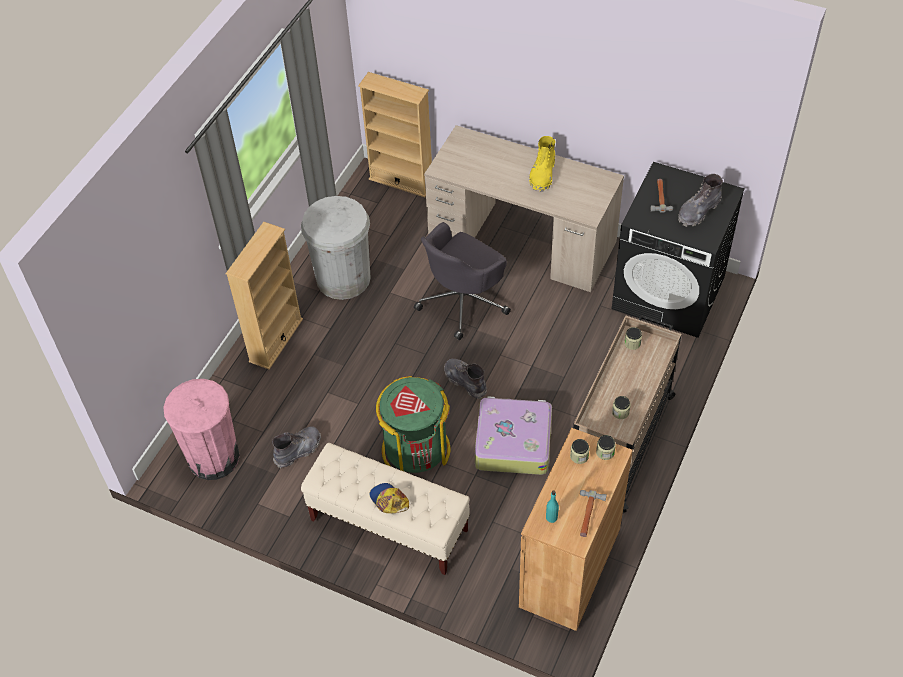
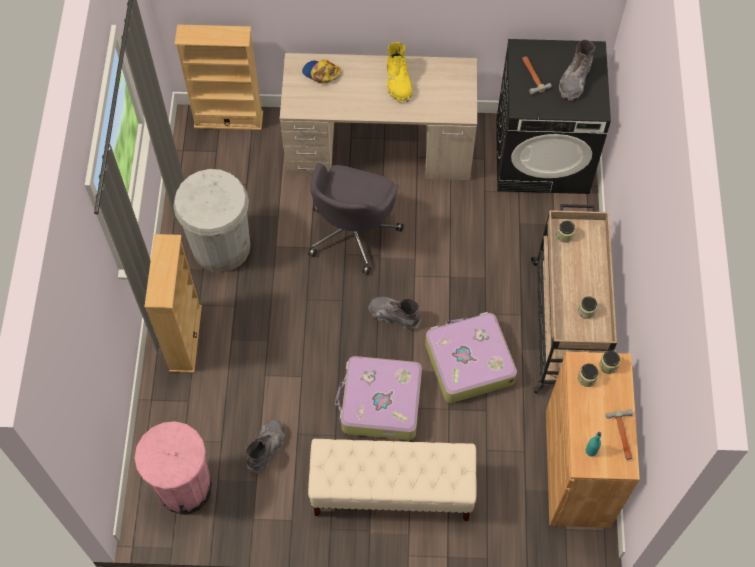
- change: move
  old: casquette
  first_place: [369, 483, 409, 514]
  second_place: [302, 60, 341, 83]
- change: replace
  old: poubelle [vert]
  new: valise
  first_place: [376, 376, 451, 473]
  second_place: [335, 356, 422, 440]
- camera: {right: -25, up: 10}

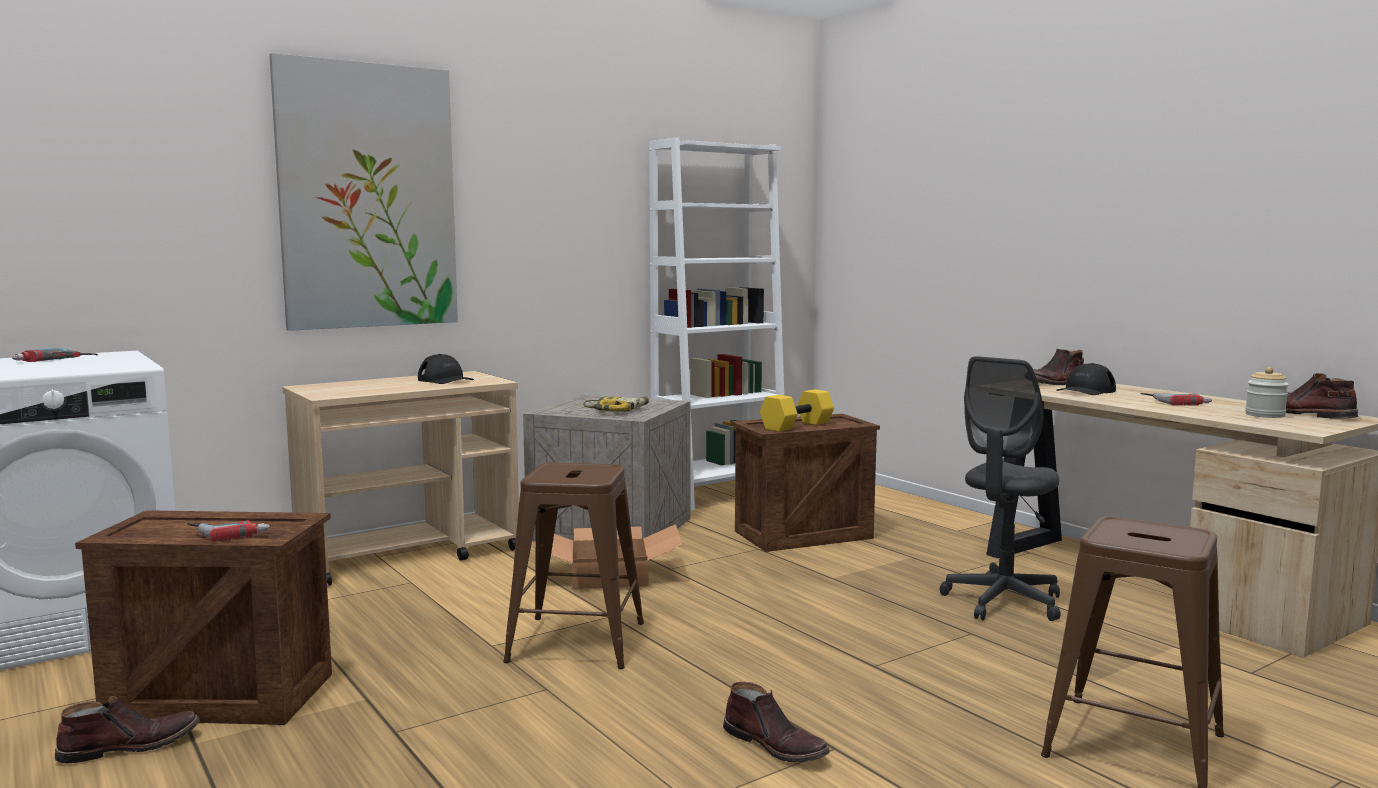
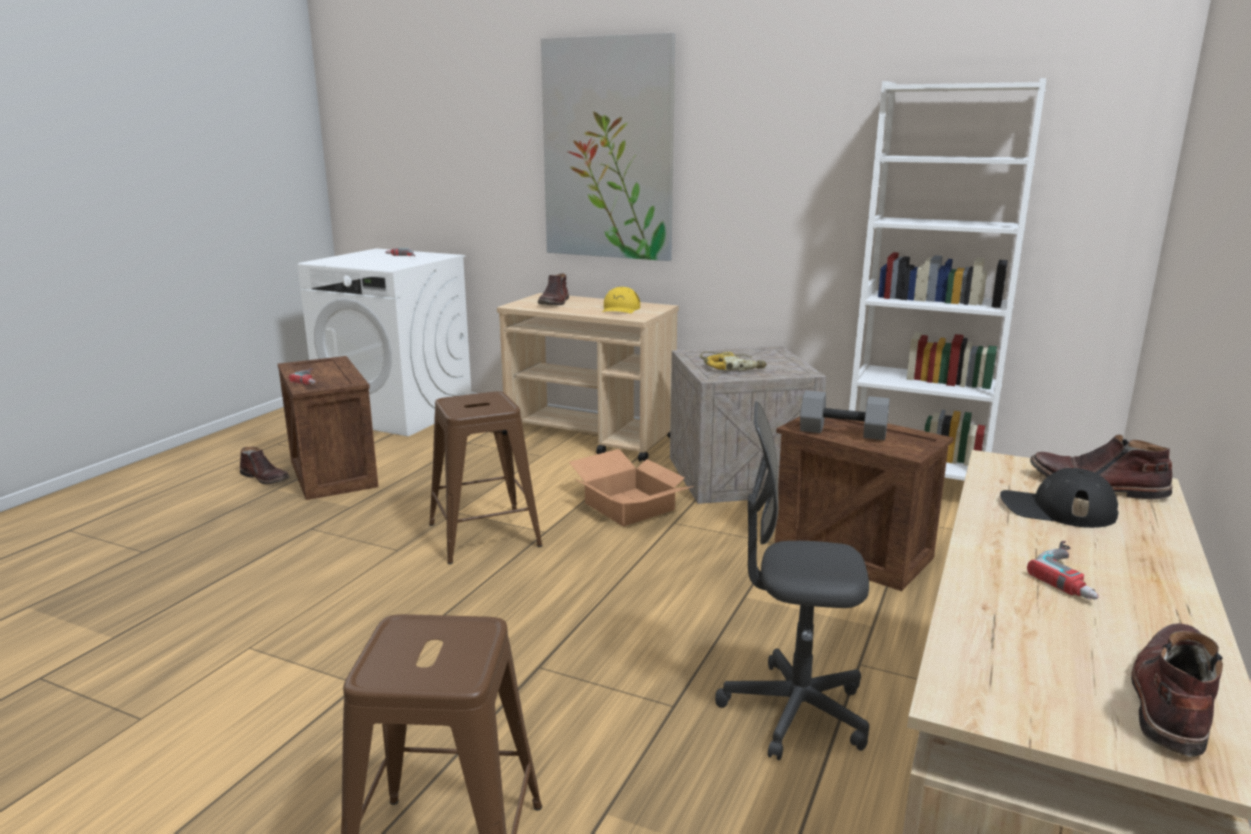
- change: delete
  old: bocal
  first_place: [1245, 367, 1289, 418]
- change: move
  old: botte [marron]
  first_place: [723, 682, 830, 762]
  second_place: [538, 273, 569, 305]
- change: recolor
  old: casquette [noir]
  new: casquette [jaune]
  first_place: [418, 354, 474, 384]
  second_place: [602, 287, 640, 313]
- change: recolor
  old: haltère [jaune]
  new: haltère [gris]
  first_place: [760, 389, 834, 432]
  second_place: [800, 390, 890, 440]
- camera: {right: 60, up: 10}

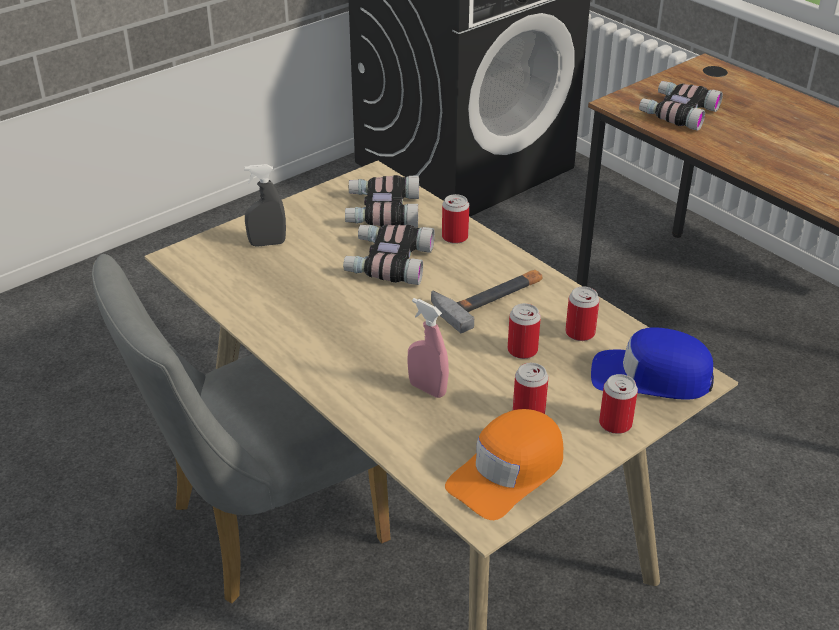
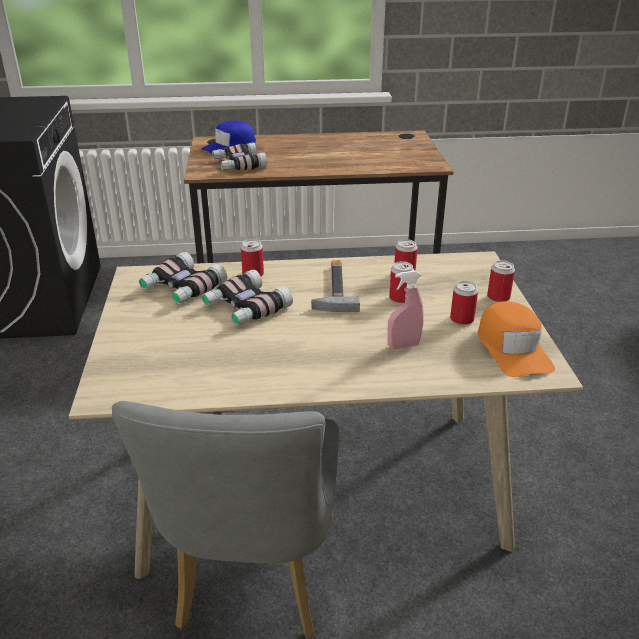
- change: delete
  old: vaporisateur [gris]
  first_place: [244, 164, 286, 247]
- change: move
  old: casquette [bleu]
  first_place: [591, 327, 714, 400]
  second_place: [201, 121, 256, 154]
- camera: {right: -55, up: -5}

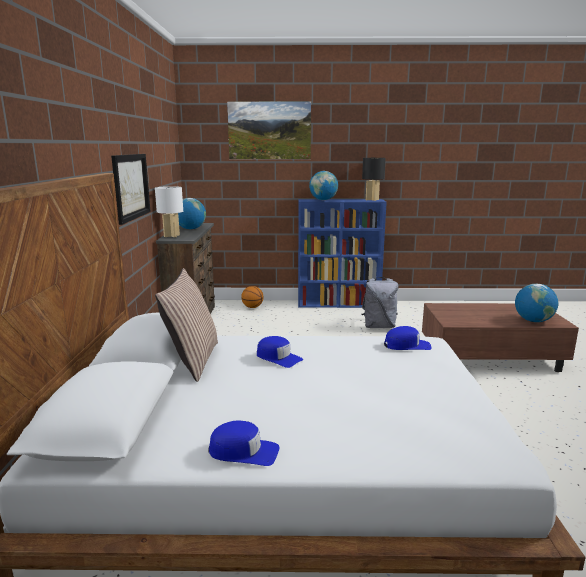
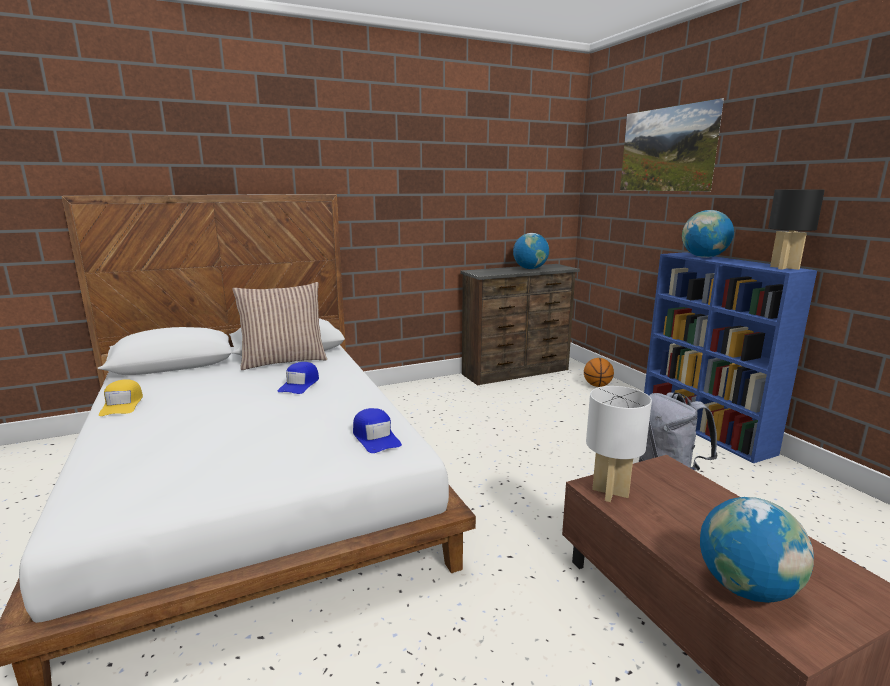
- change: delete
  old: tableau
  first_place: [111, 154, 151, 225]
- change: move
  old: lampe de table [blanc]
  first_place: [155, 186, 183, 237]
  second_place: [586, 386, 652, 502]
- change: recolor
  old: casquette [bleu]
  new: casquette [jaune]
  first_place: [208, 420, 280, 466]
  second_place: [99, 379, 143, 416]
- camera: {right: 65, up: 0}

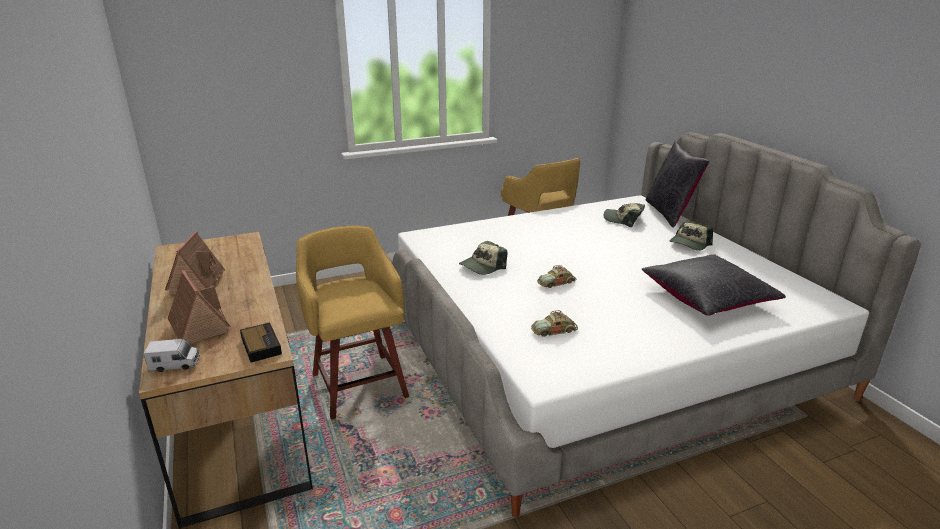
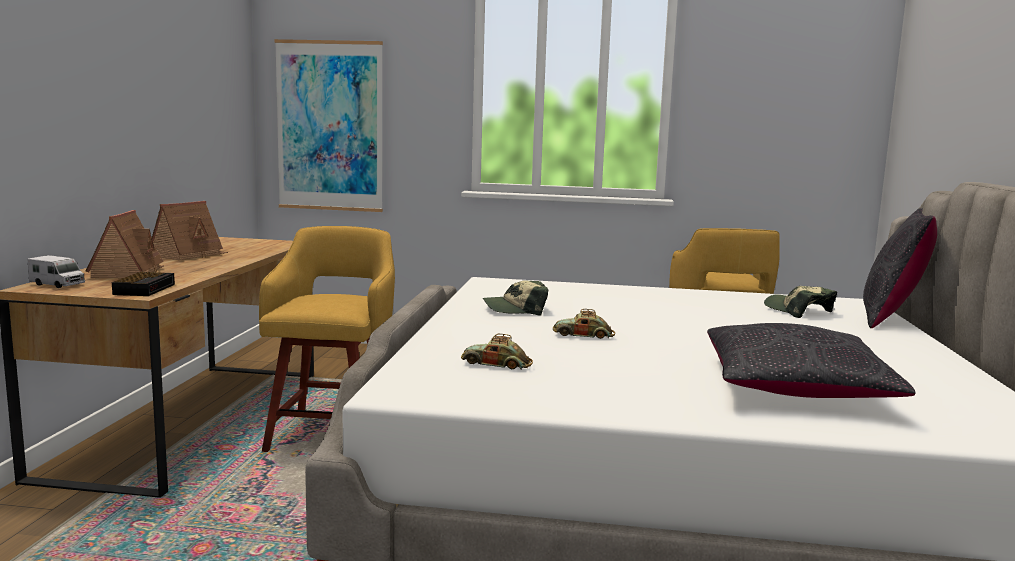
- change: delete
  old: casquette
  first_place: [670, 220, 713, 251]
- change: insert
  new: tableau
  second_place: [274, 39, 383, 212]
- camera: {right: 30, up: -15}

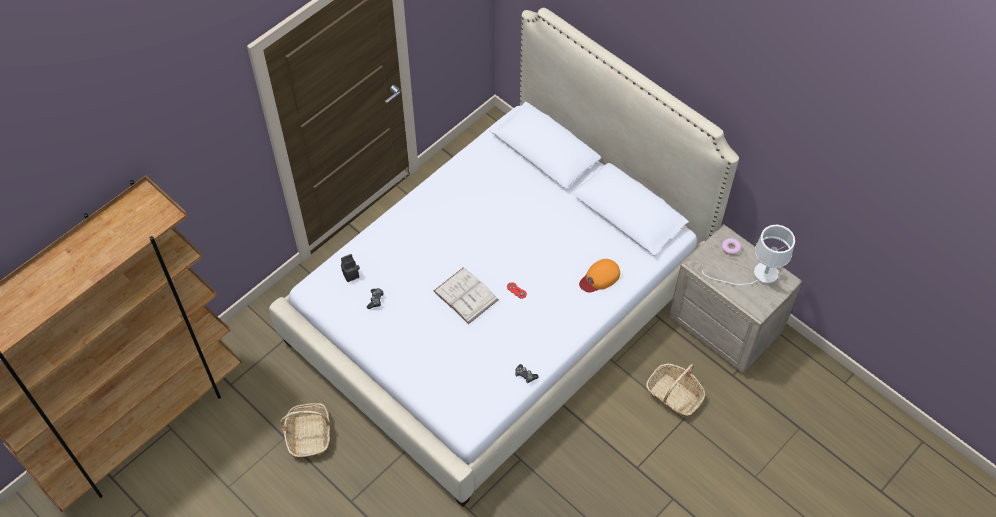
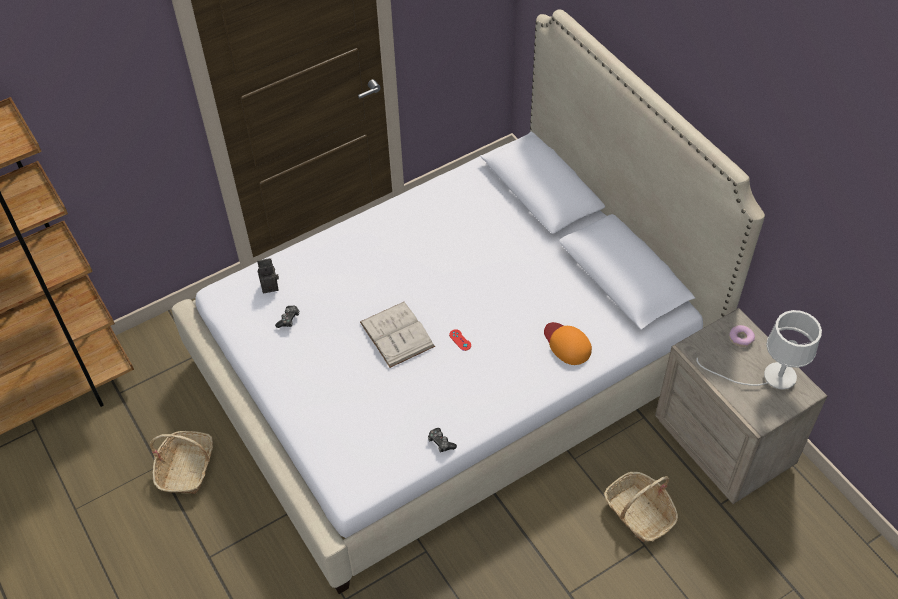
- change: rotate
  old: casquette [orange]
  first_place: [579, 259, 620, 292]
  second_place: [544, 322, 592, 365]
  degrees: 75
- camera: {right: 15, up: -5}

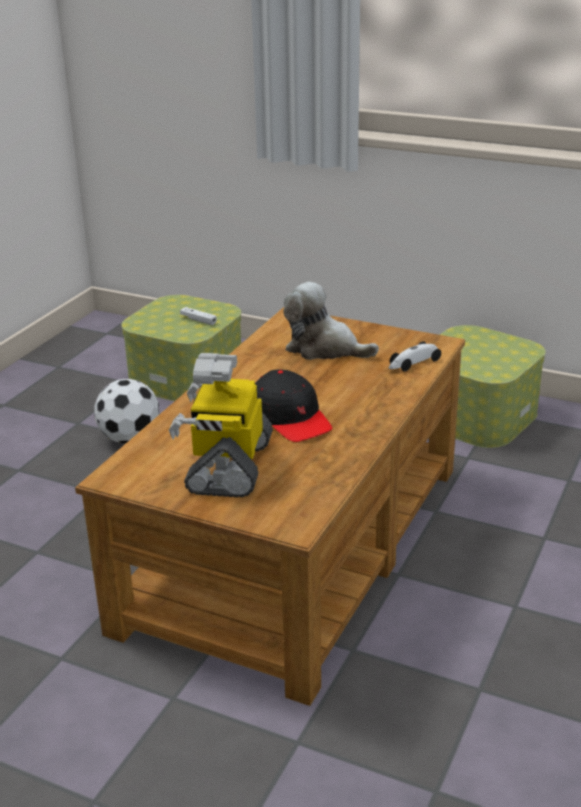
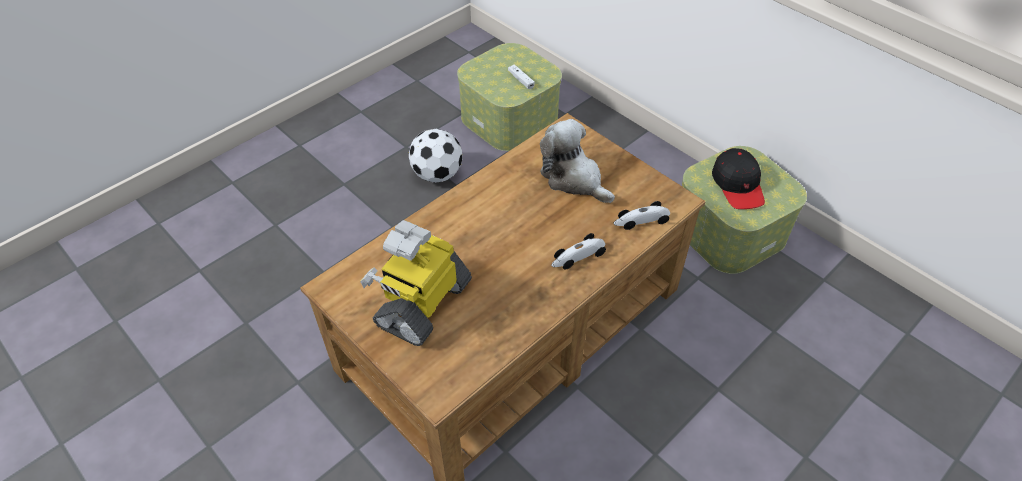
- change: insert
  new: petite voiture
  second_place: [551, 233, 606, 270]
- change: move
  old: casquette [noir]
  first_place: [255, 370, 332, 442]
  second_place: [712, 148, 765, 209]
- camera: {right: 20, up: 20}

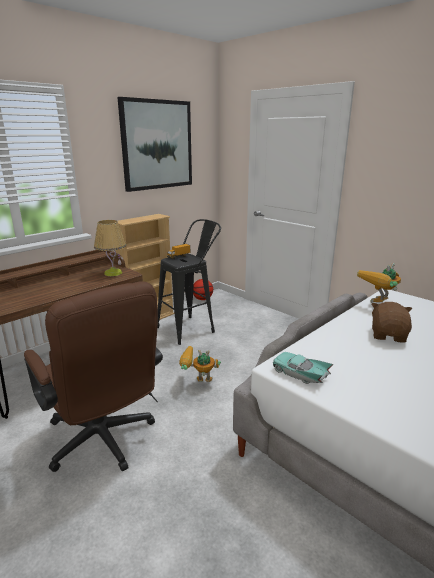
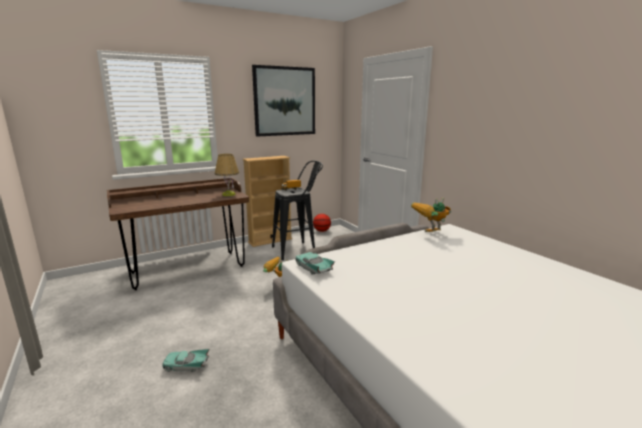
- change: delete
  old: chaise de bureau [marron]
  first_place: [24, 281, 163, 472]
- change: delete
  old: peluche [marron]
  first_place: [372, 302, 412, 343]
- change: insert
  new: petite voiture [turquoise]
  second_place: [162, 349, 210, 372]
- camera: {right: 15, up: -5}

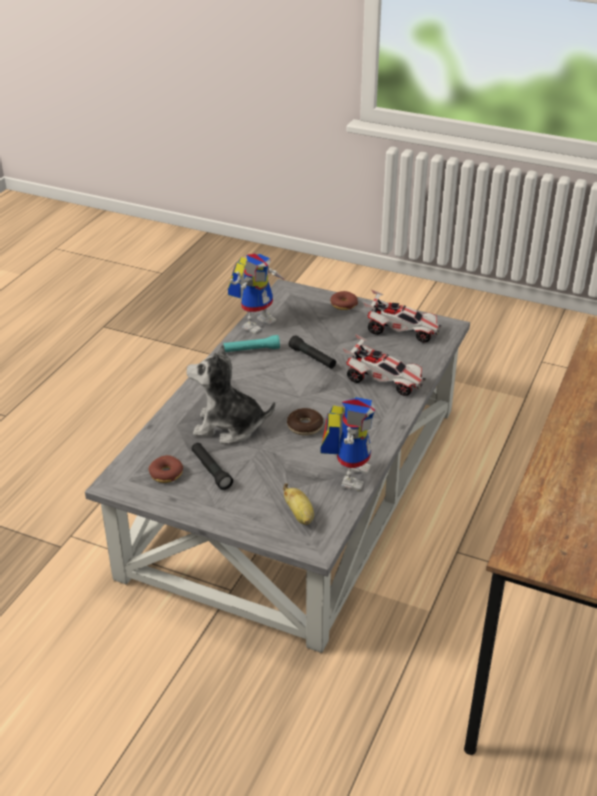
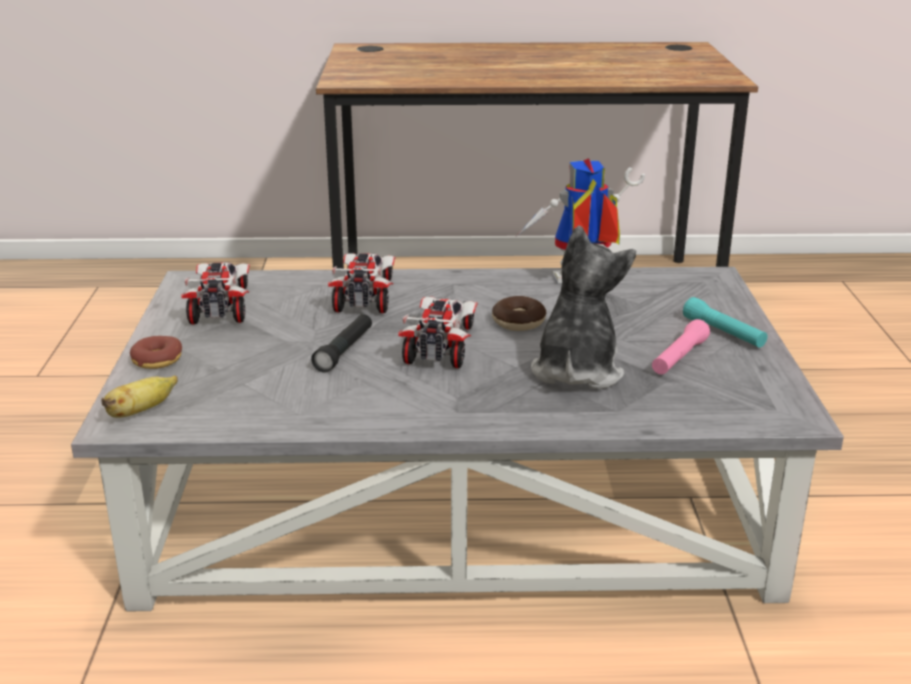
- change: delete
  old: beignet
  first_place: [149, 455, 183, 483]
- change: delete
  old: robot jouet
  first_place: [228, 254, 285, 334]
- change: insert
  new: petite voiture
  second_place: [398, 297, 478, 368]
- change: move
  old: lampe de poche [turquoise]
  first_place: [223, 335, 280, 352]
  second_place: [683, 297, 768, 348]
- change: move
  old: banane
  first_place: [283, 483, 314, 525]
  second_place: [102, 375, 178, 418]
- change: recolor
  old: lampe de poche [noir]
  new: lampe de poche [rose]
  first_place: [192, 443, 233, 490]
  second_place: [652, 319, 710, 375]
- change: rotate
  old: peluche
  first_place: [187, 345, 275, 444]
  second_place: [531, 225, 636, 389]
  degrees: -150
- camera: {right: -115, up: -10}

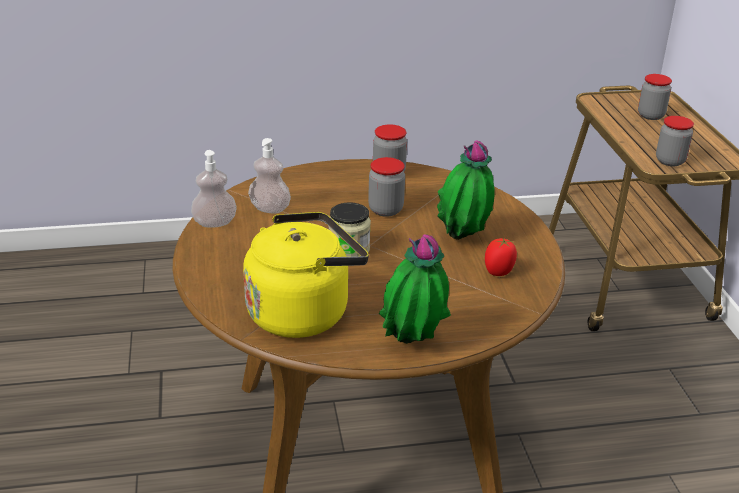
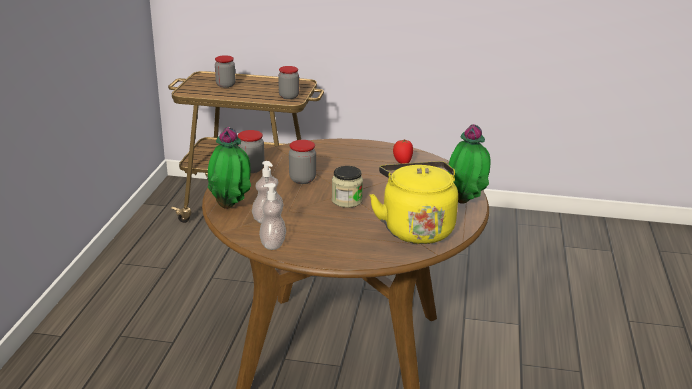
- change: move
  old: plante en pot
  first_place: [437, 140, 495, 240]
  second_place: [208, 127, 251, 209]
- camera: {right: -70, up: -5}

